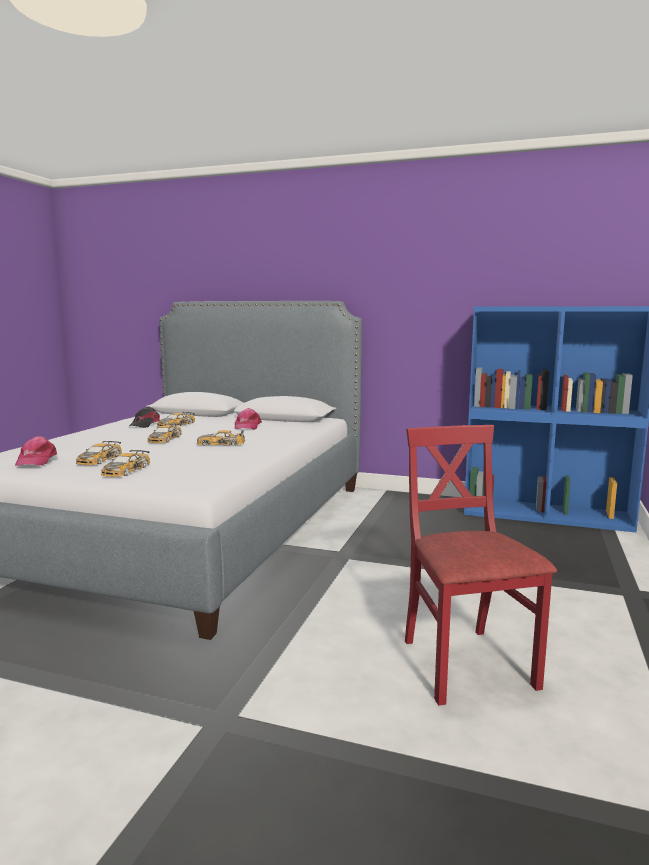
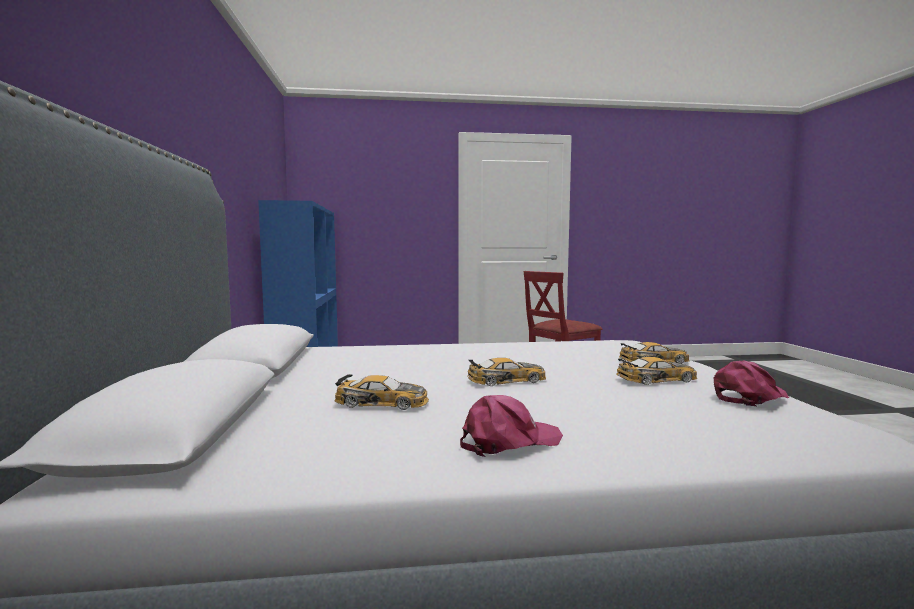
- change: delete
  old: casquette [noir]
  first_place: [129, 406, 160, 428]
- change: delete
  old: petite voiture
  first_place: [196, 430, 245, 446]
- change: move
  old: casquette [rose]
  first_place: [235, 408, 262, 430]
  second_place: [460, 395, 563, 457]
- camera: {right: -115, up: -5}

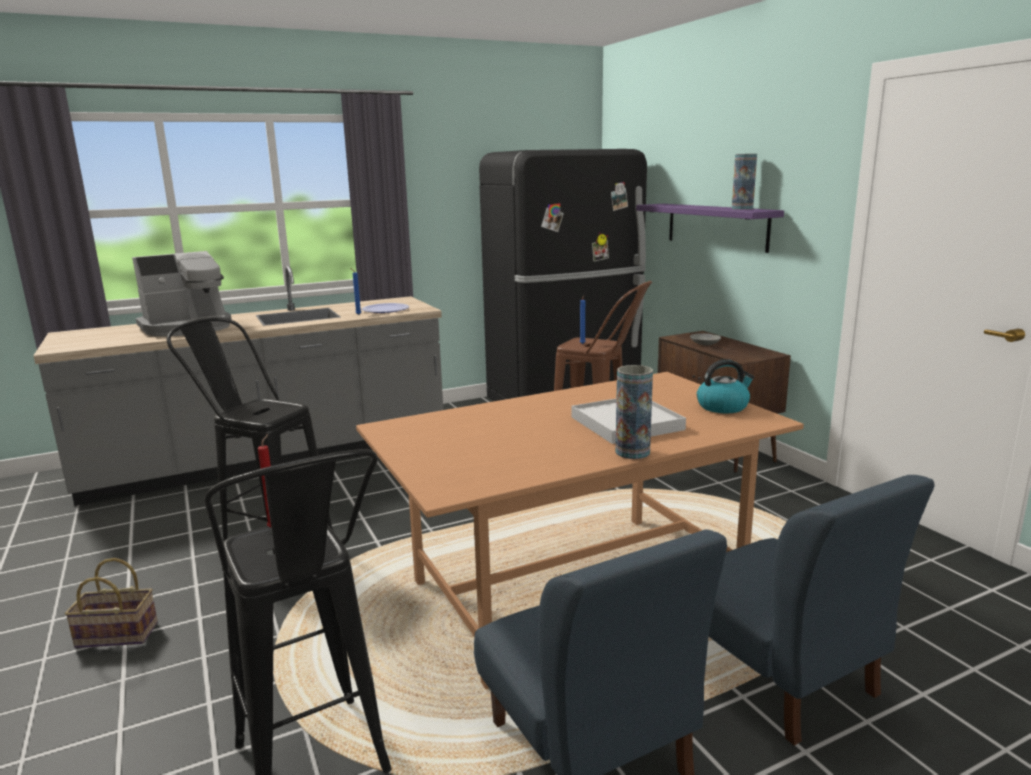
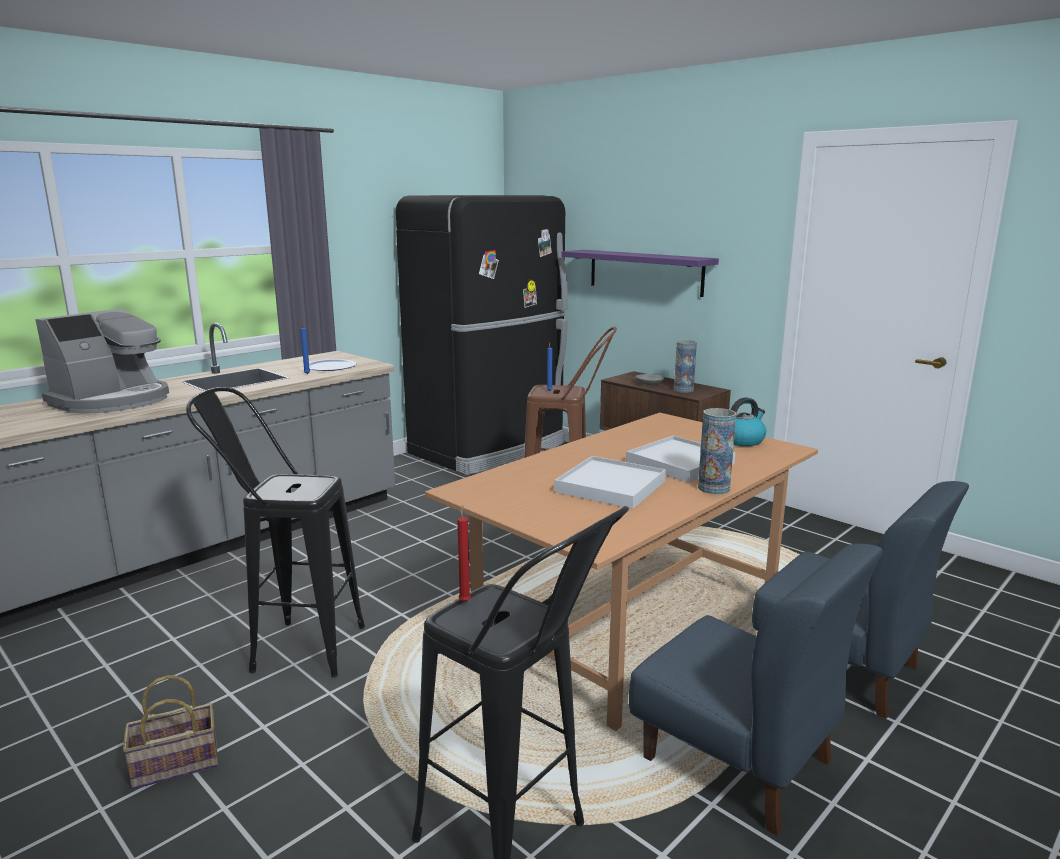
- change: insert
  new: plateau [blanc]
  second_place: [554, 456, 666, 509]
- change: move
  old: vase
  first_place: [732, 154, 757, 210]
  second_place: [674, 340, 697, 392]
- camera: {right: -20, up: 0}

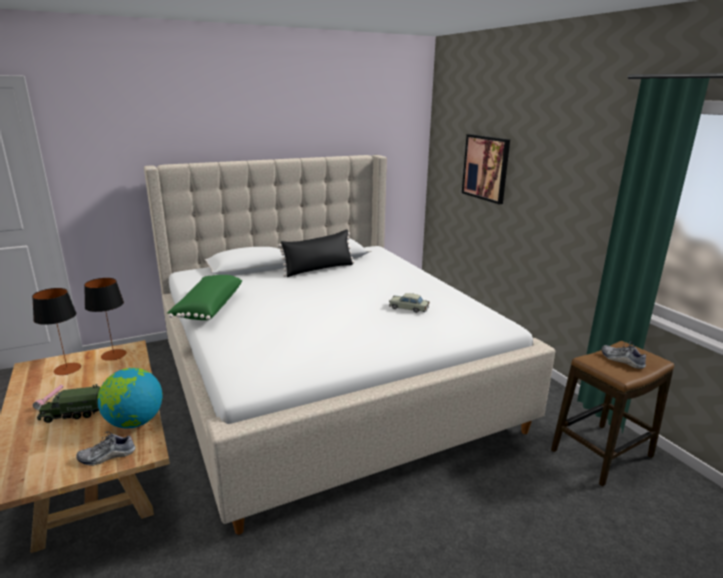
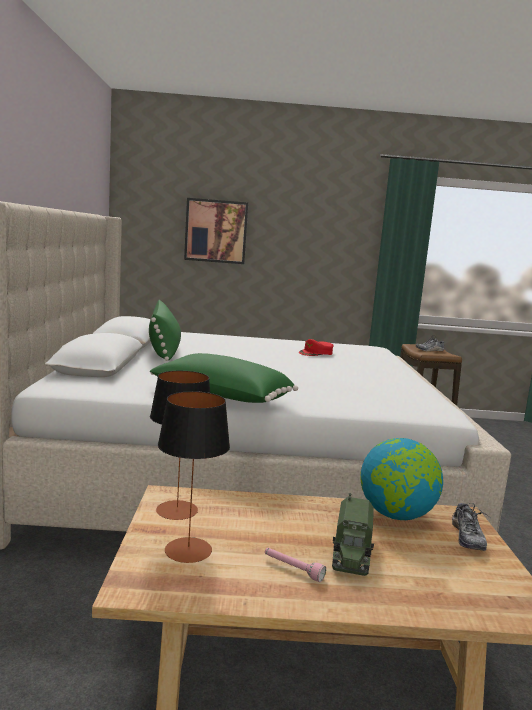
- change: replace
  old: petite voiture [beige]
  new: casquette [rouge]
  first_place: [389, 293, 430, 313]
  second_place: [299, 339, 334, 356]
- change: recolor
  old: coussin [noir]
  new: coussin [vert]
  first_place: [278, 229, 354, 277]
  second_place: [149, 300, 181, 361]
- camera: {right: -65, up: -10}

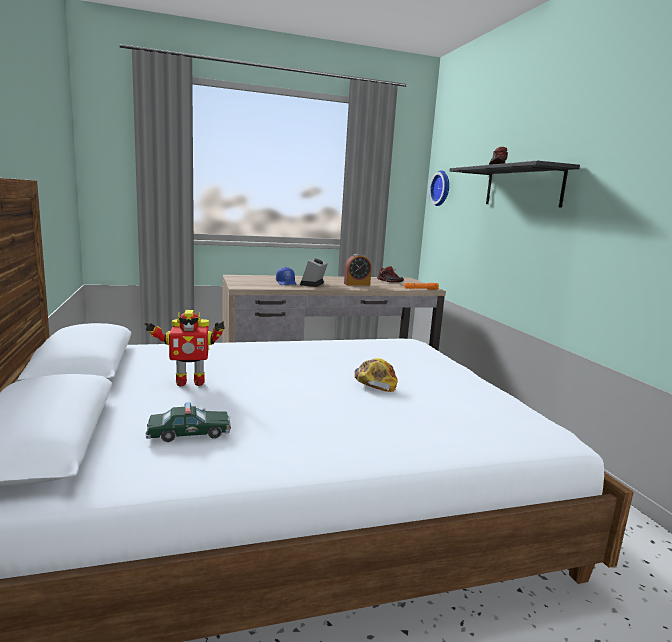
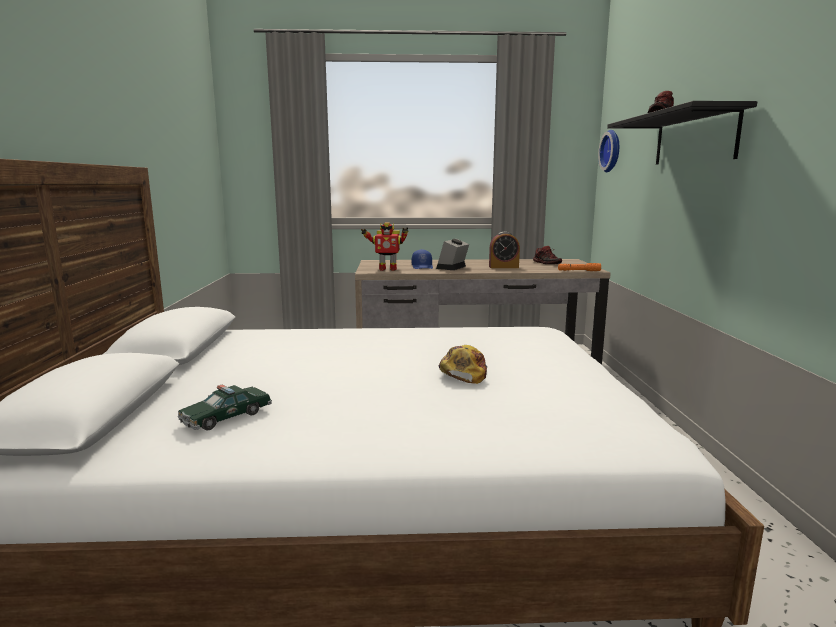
- change: move
  old: robot jouet
  first_place: [145, 310, 225, 387]
  second_place: [361, 222, 408, 271]
- change: rotate
  old: petite voiture
  first_place: [146, 402, 231, 442]
  second_place: [178, 385, 272, 431]
  degrees: 135
- camera: {right: 15, up: 0}

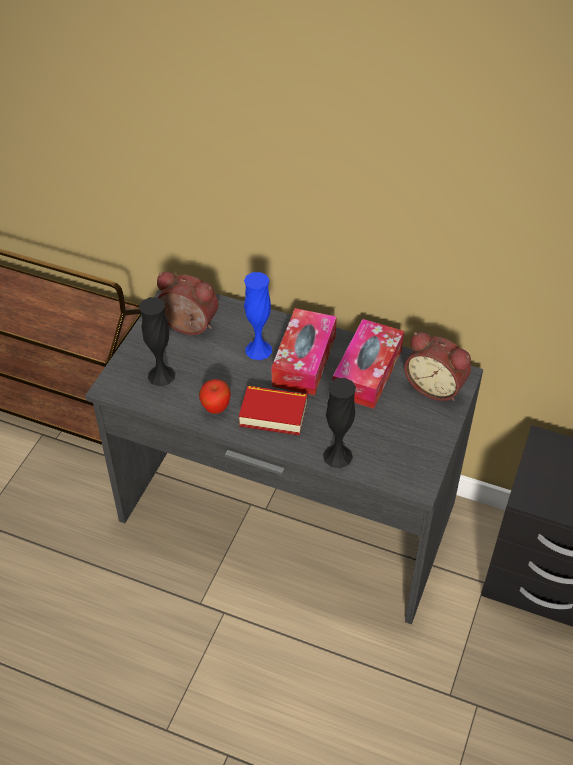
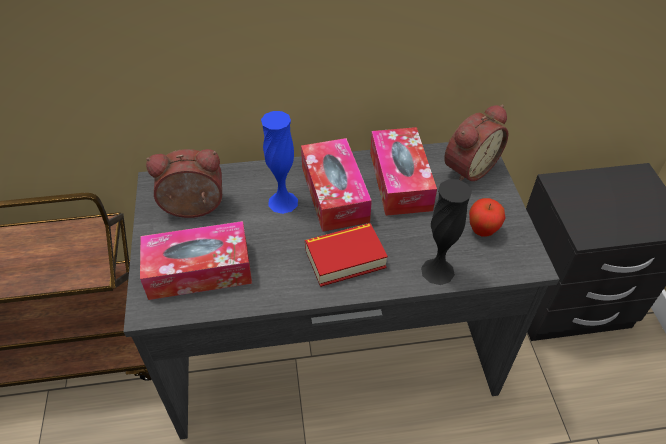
- change: move
  old: pomme
  first_place: [199, 379, 231, 414]
  second_place: [469, 198, 505, 237]
- change: replace
  old: vase [noir]
  new: boîte à mouchoirs
  first_place: [139, 297, 176, 386]
  second_place: [140, 221, 252, 300]
- change: rotate
  old: réveil
  first_place: [404, 332, 471, 401]
  second_place: [444, 105, 508, 181]
  degrees: -45
- camera: {right: -30, up: 0}

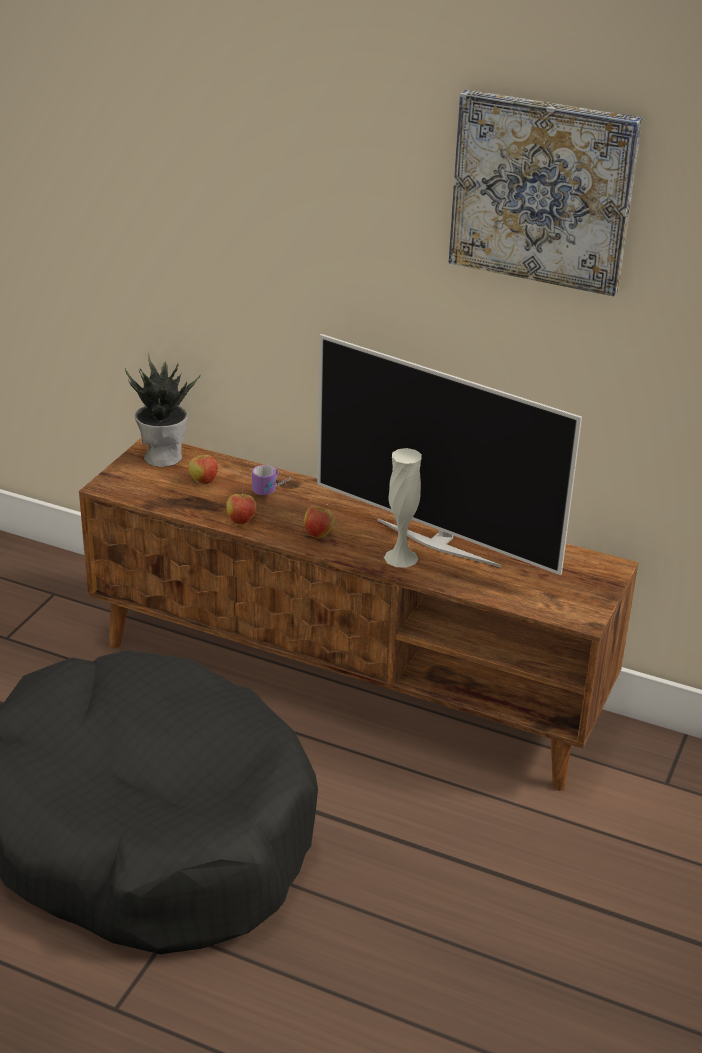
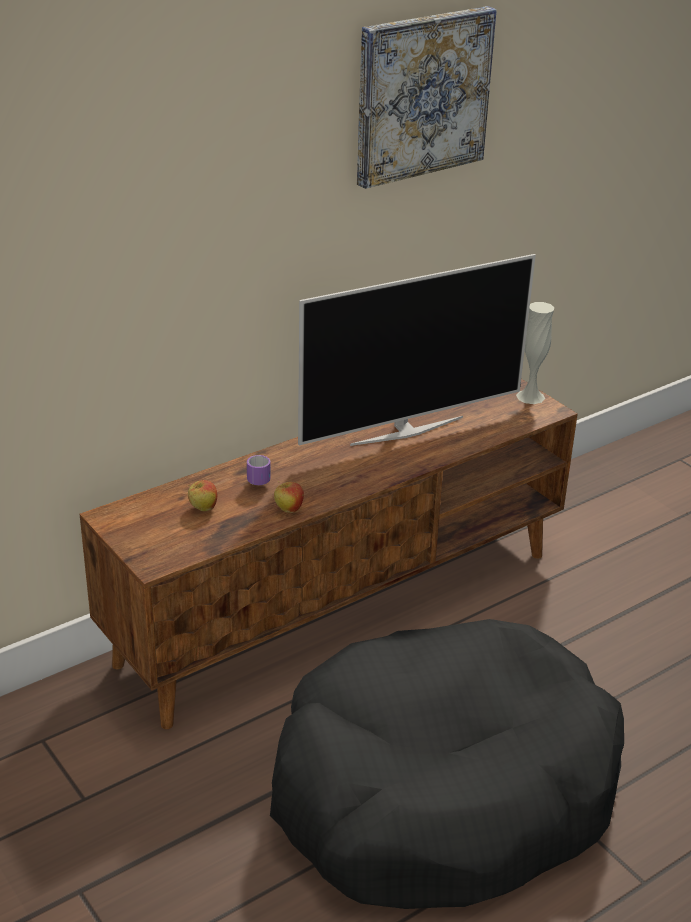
- change: delete
  old: plante en pot
  first_place: [125, 354, 201, 467]
- change: delete
  old: pomme
  first_place: [304, 504, 335, 538]
- change: move
  old: vase [blanc]
  first_place: [384, 448, 422, 568]
  second_place: [516, 302, 554, 404]
- camera: {right: -60, up: 0}

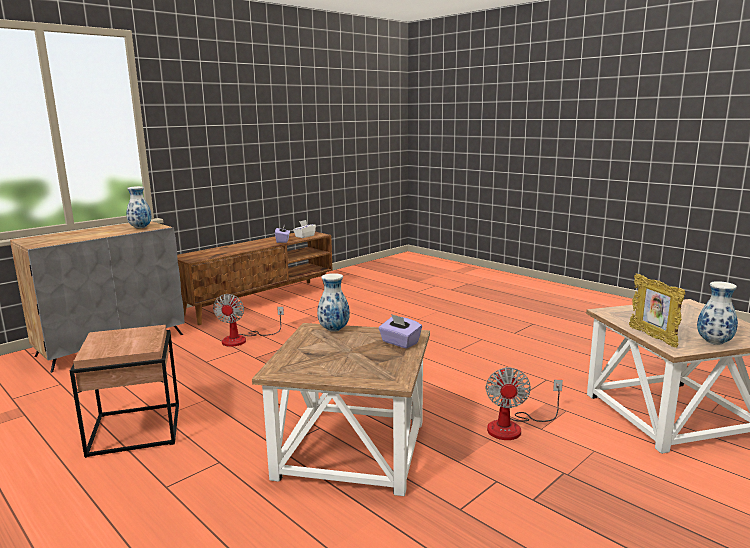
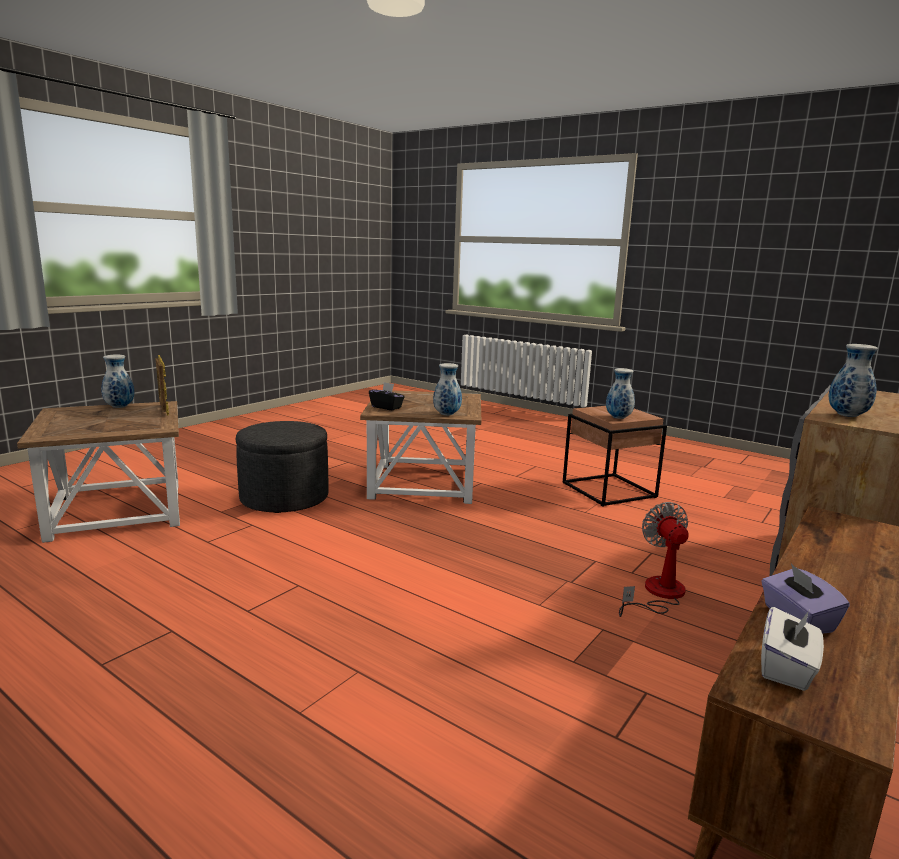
- change: insert
  new: vase
  second_place: [606, 368, 635, 419]
- change: replace
  old: ventilateur
  new: pouf [gris]
  first_place: [486, 367, 563, 440]
  second_place: [236, 421, 328, 513]
- change: recolor
  old: boîte à mouchoirs [violet]
  new: boîte à mouchoirs [noir]
  first_place: [378, 314, 422, 349]
  second_place: [369, 382, 405, 410]
- camera: {right: 170, up: 0}

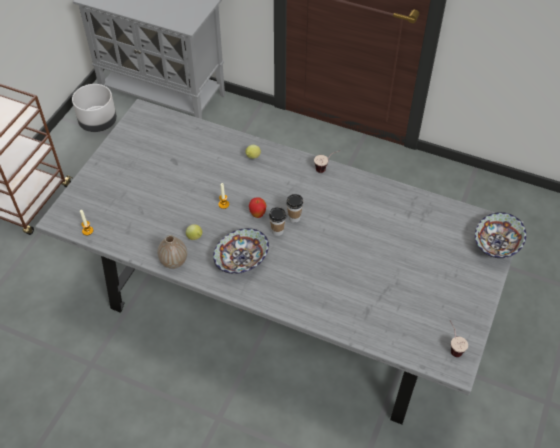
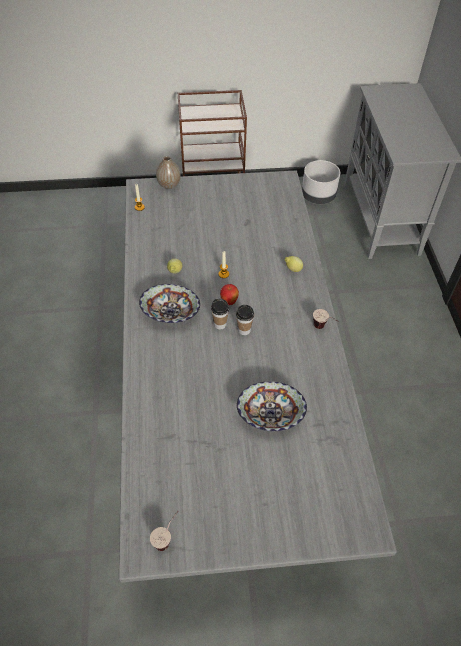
- change: move
  old: vase
  first_place: [157, 235, 187, 269]
  second_place: [156, 156, 181, 189]
- change: move
  old: bol
  first_place: [475, 212, 526, 258]
  second_place: [237, 381, 307, 431]
- camera: {right: 60, up: 0}

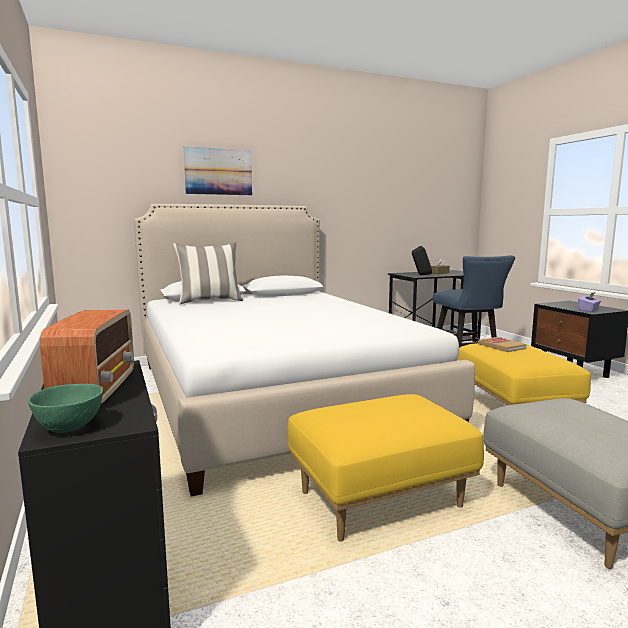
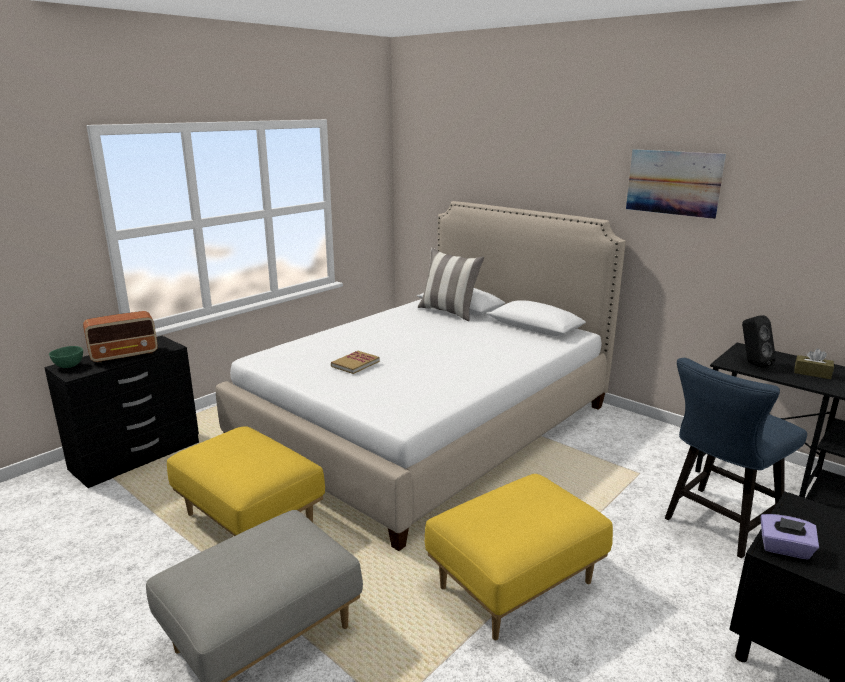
- change: move
  old: tableau
  first_place: [184, 146, 252, 195]
  second_place: [626, 149, 726, 219]
- change: move
  old: livre
  first_place: [478, 337, 527, 352]
  second_place: [331, 351, 380, 374]
- camera: {right: 65, up: 10}

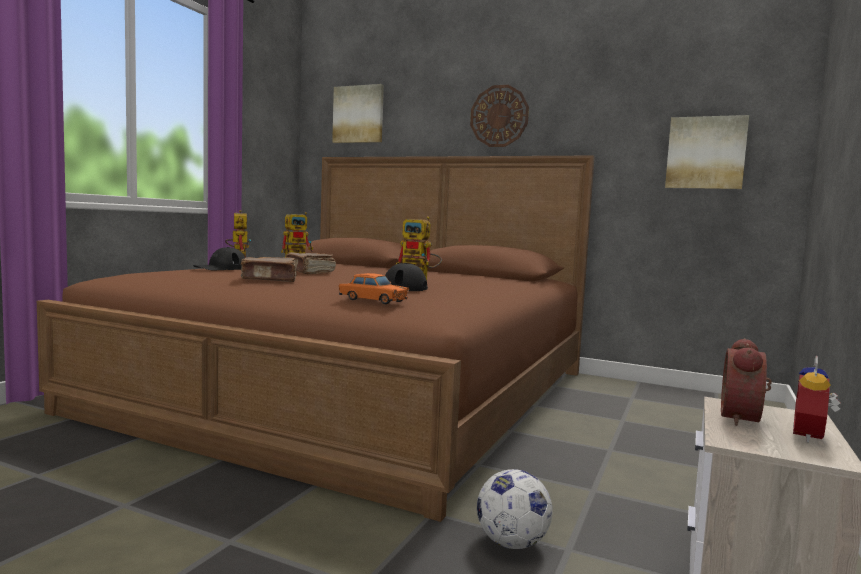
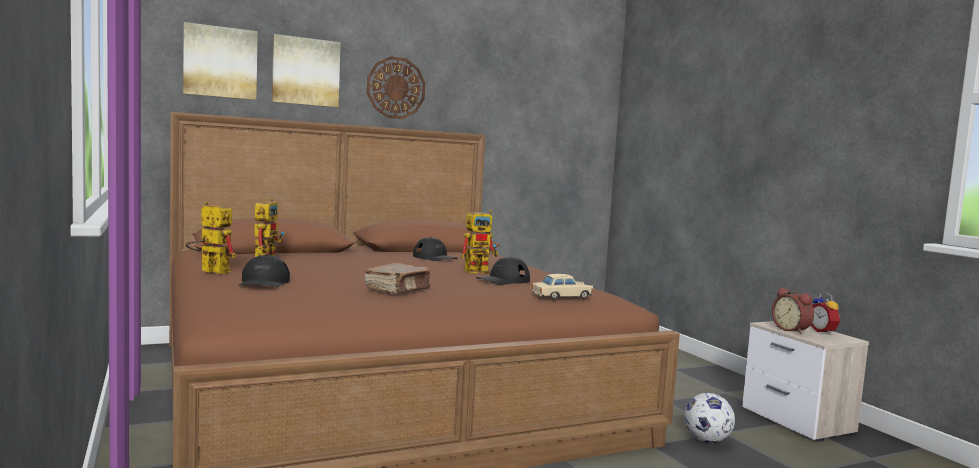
- change: delete
  old: livre [marron]
  first_place: [286, 252, 336, 274]
- change: insert
  new: casquette [noir]
  second_place: [413, 237, 457, 261]
- change: move
  old: tableau
  first_place: [665, 115, 749, 189]
  second_place: [272, 34, 341, 107]
- change: recolor
  old: petite voiture [orange]
  new: petite voiture [beige]
  first_place: [339, 273, 409, 304]
  second_place: [532, 274, 593, 299]
- camera: {right: -50, up: 0}

